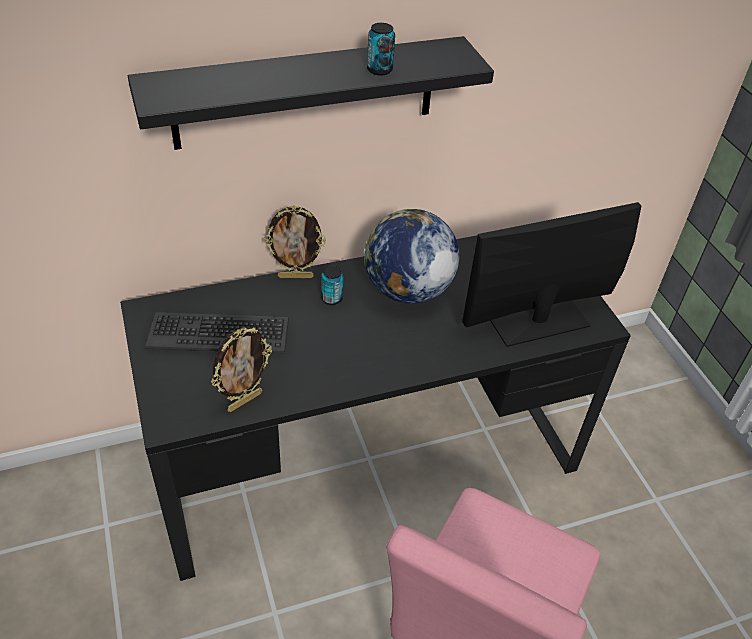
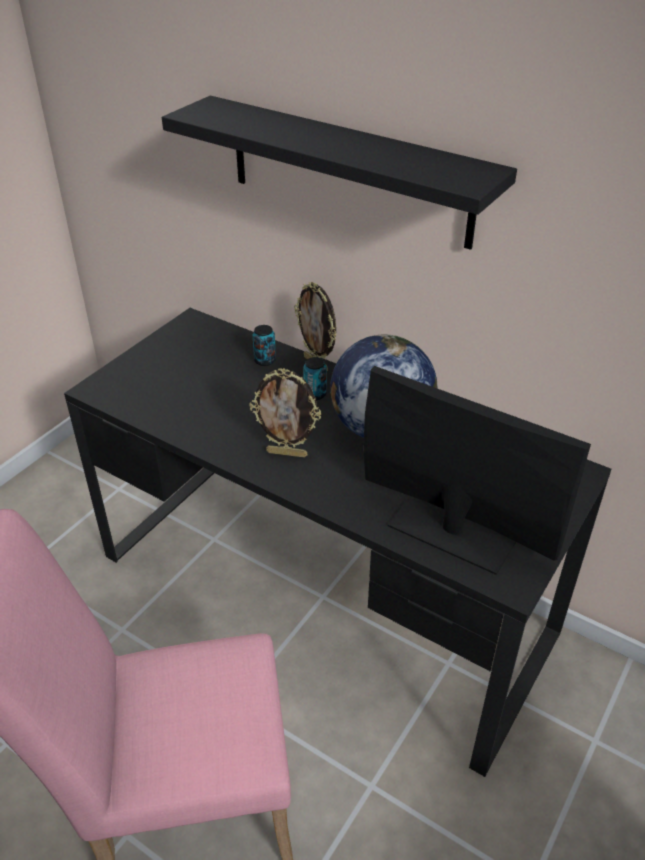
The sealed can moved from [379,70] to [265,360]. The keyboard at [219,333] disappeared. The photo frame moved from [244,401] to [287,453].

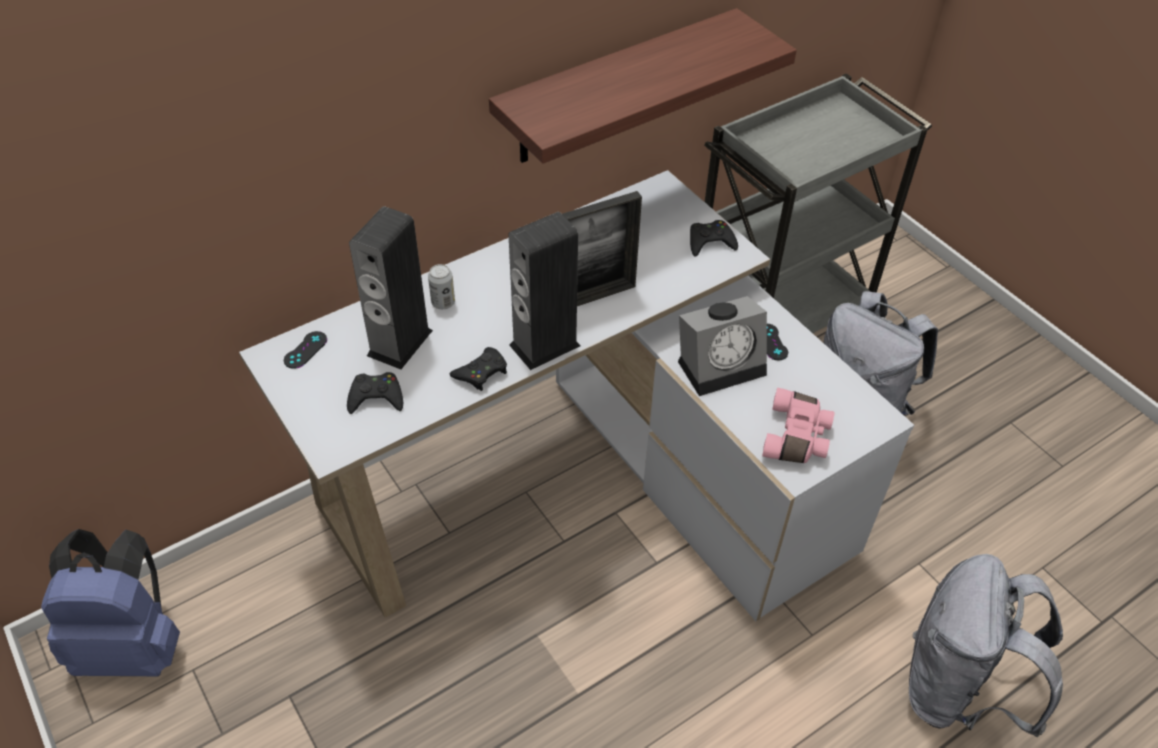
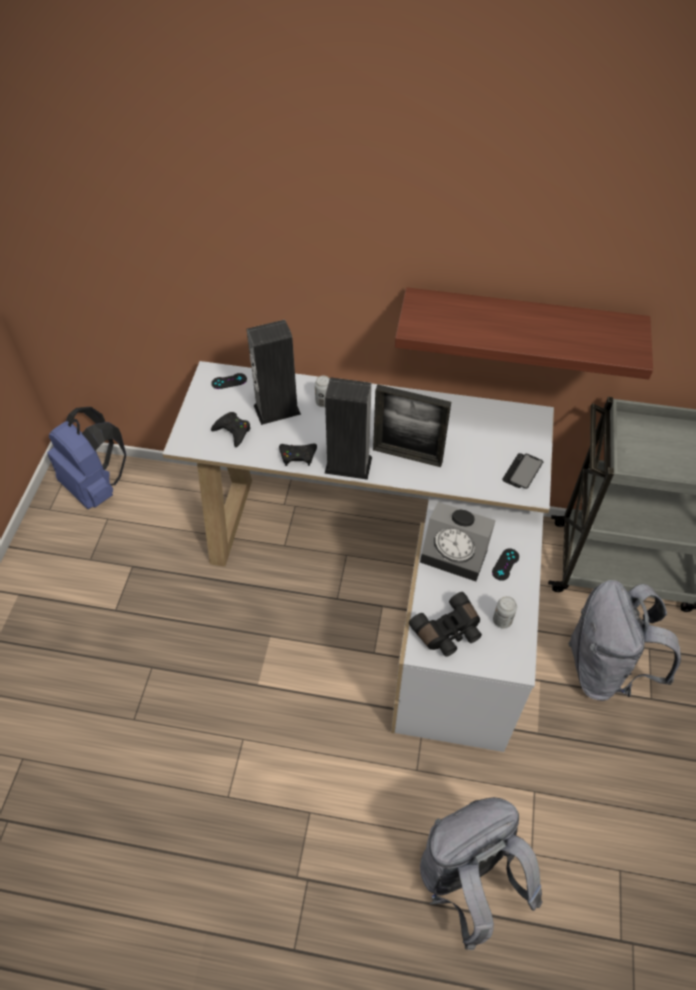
The black-coloured gamepad at [710,242] was replaced by the phone at [522,472]. The pink-coloured pair of binoculars at [797,437] became the black-coloured pair of binoculars at [448,632]. The sealed can at [502,620] appeared.

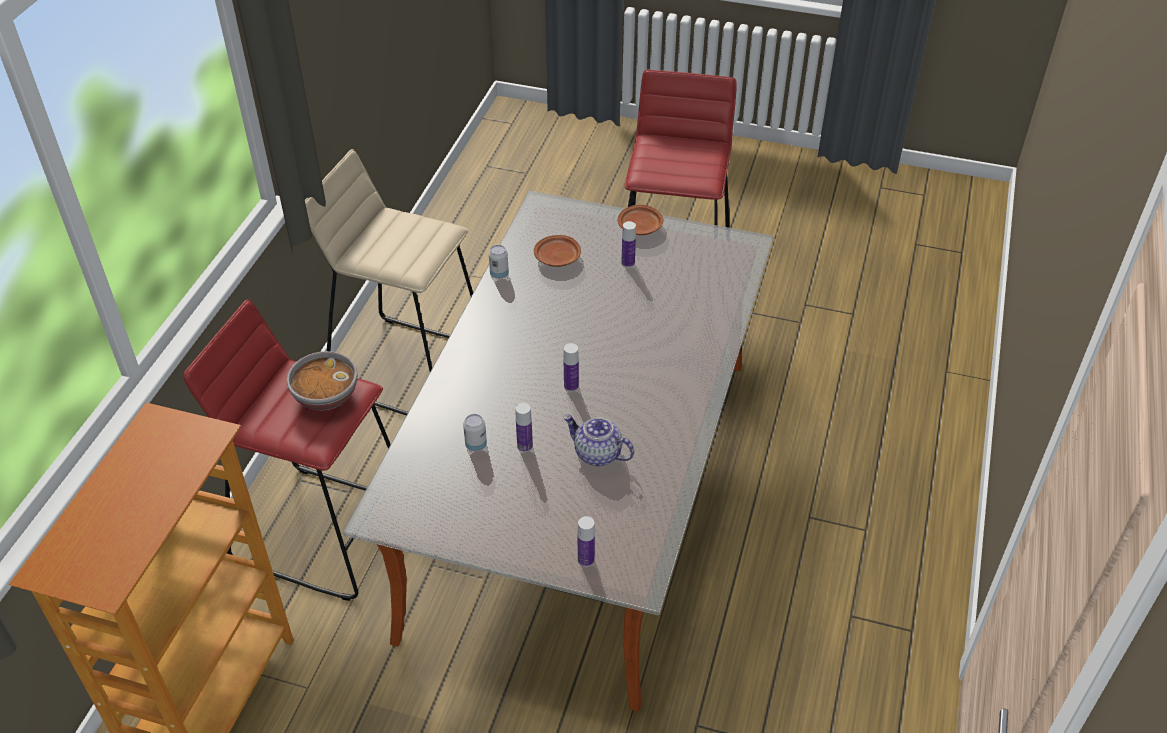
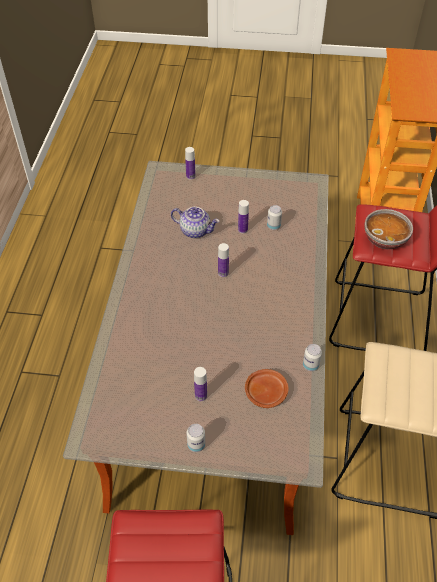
The brownish plate at [640,227] was replaced by the sealed can at [196,445].

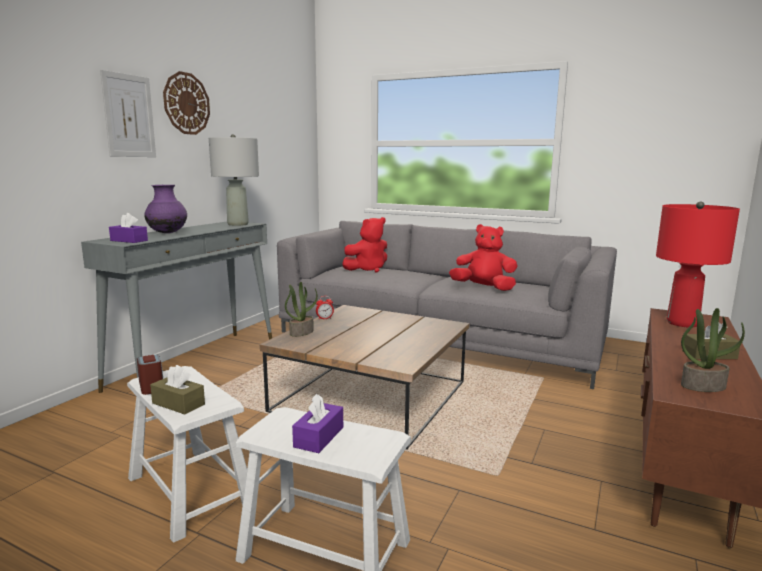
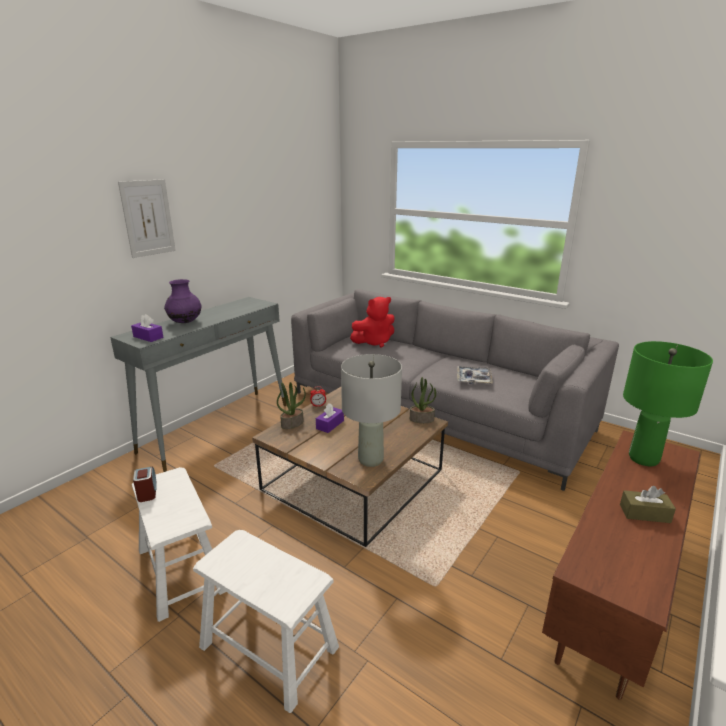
The hanging clock at [186,103] disappeared. The grey table lamp moved from [237,224] to [370,459]. The reddish table lamp at [683,323] became the green table lamp at [644,458]. The reddish plush toy at [484,288] was replaced by the serving tray at [474,379]. The houseplant moved from [703,386] to [422,419]. The brownish tissue holder at [178,404] disappeared. The purple-coloured tissue holder moved from [319,437] to [330,425].

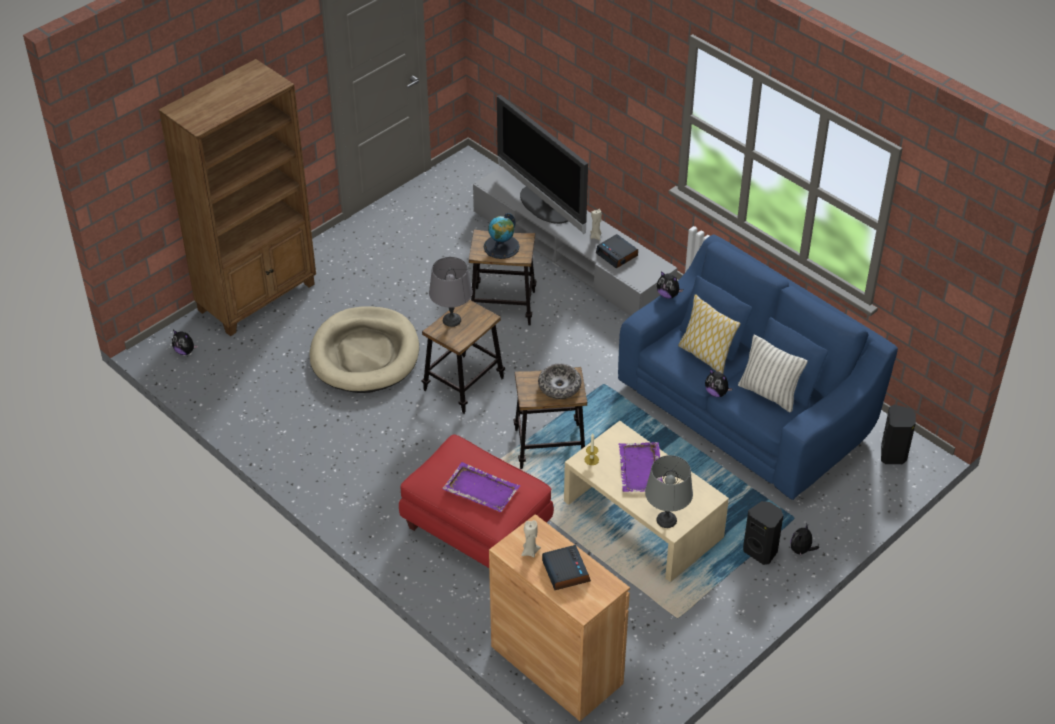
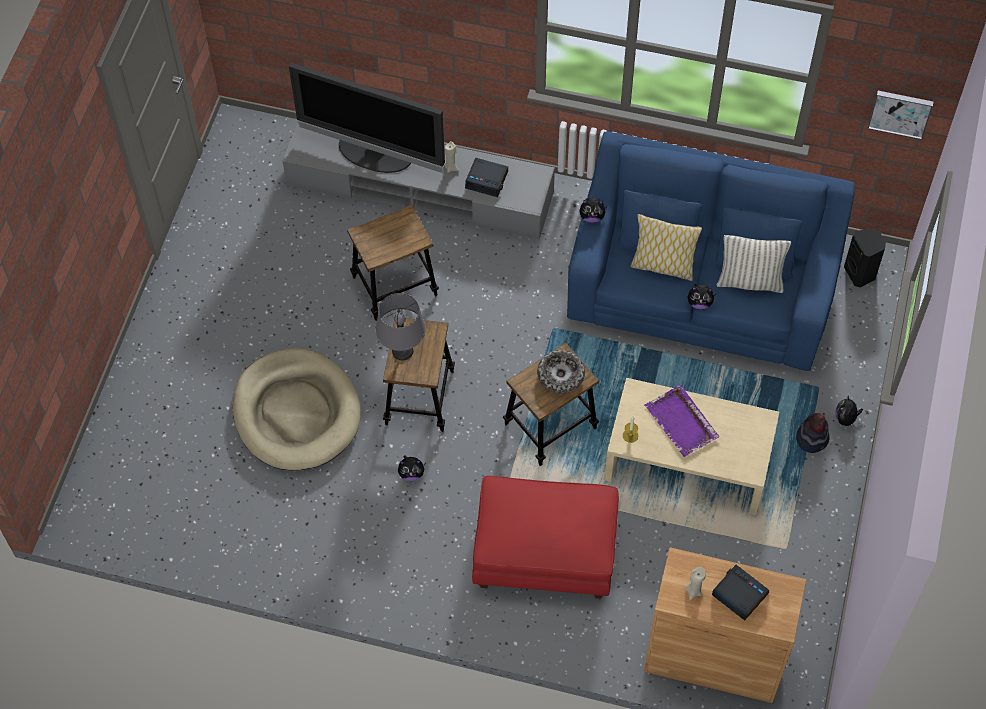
The brownish bookcase at [258,297] disappeared. The desk globe at [501,247] disappeared. The plush toy moved from [185,351] to [411,473]. The grey table lamp at [666,520] disappeared. The purple-coloured serving tray at [480,489] disappeared. The black-coloured loudspeaker at [761,551] was replaced by the hat at [812,438]. The wall picture at [900,113] appeared.

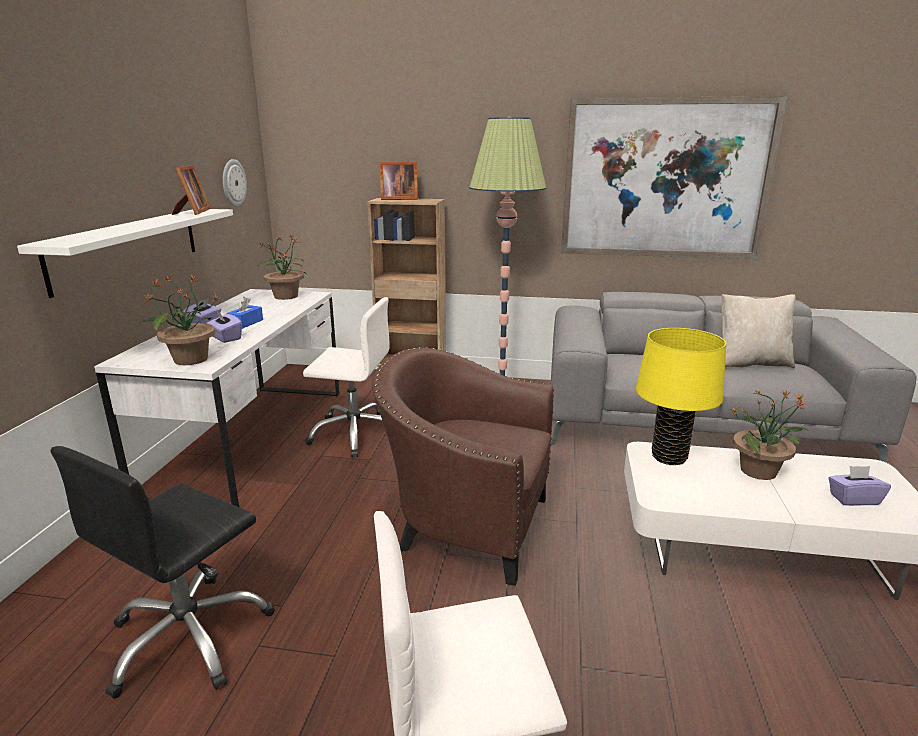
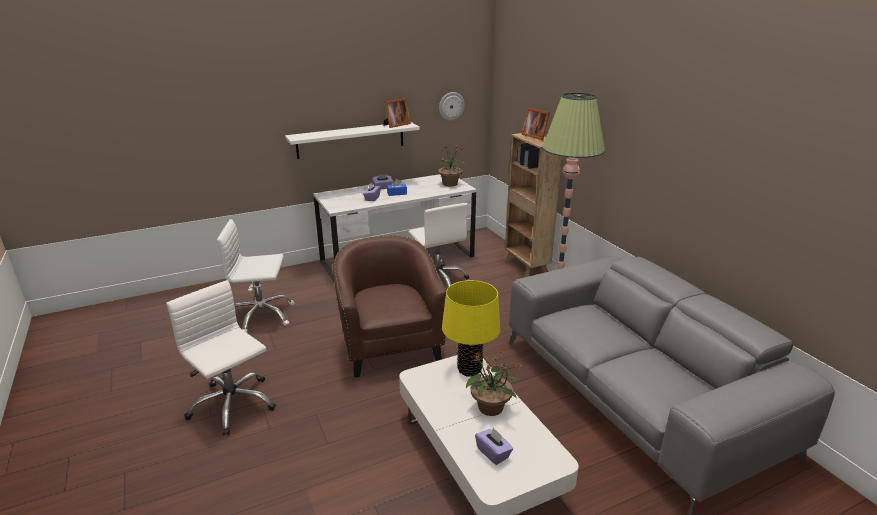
The wall picture at [664,179] disappeared. The houseplant at [189,359] disappeared. The sand-coloured cushion at [750,363] disappeared. The black-coloured office chair at [189,637] became the whitish office chair at [261,315].

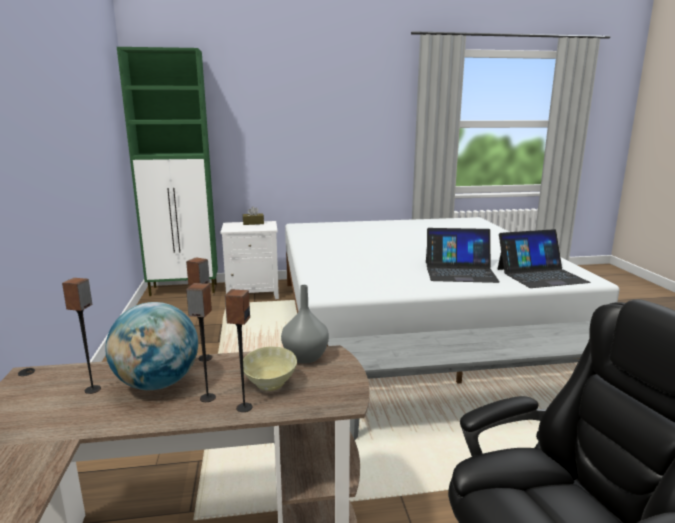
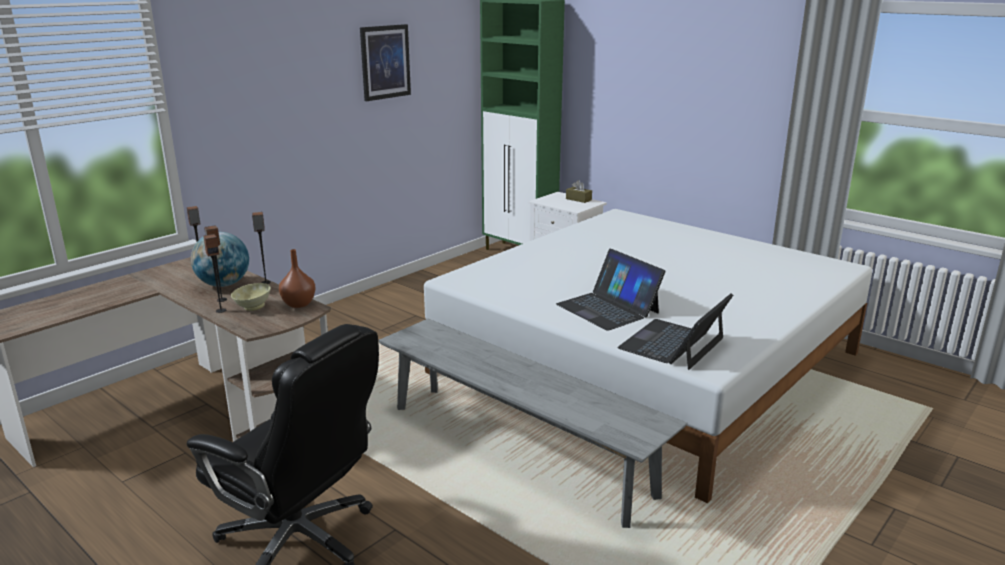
The portable computer at [541,275] turned 90 degrees clockwise. The grey decorative vase at [306,357] became the brownish decorative vase at [299,304]. The wall picture at [385,62] appeared.

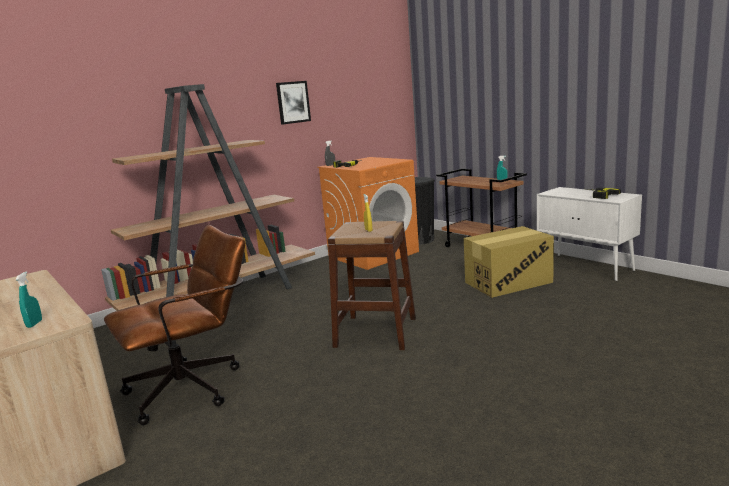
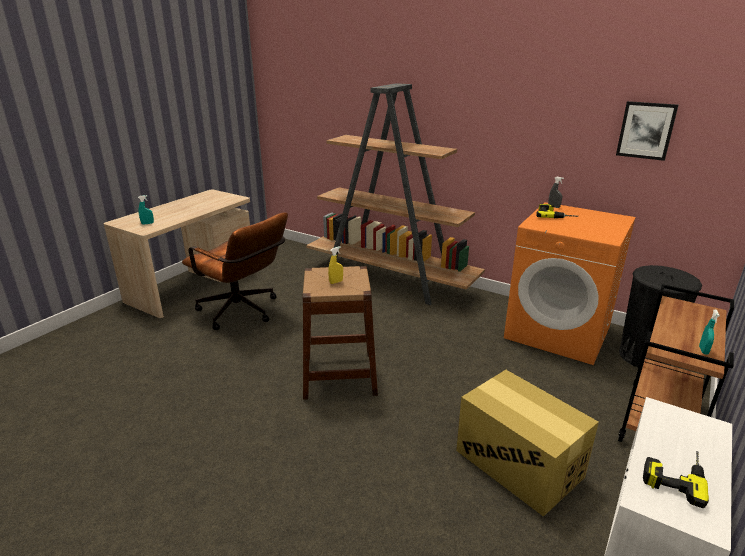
The wall picture moved from [293,102] to [646,130].

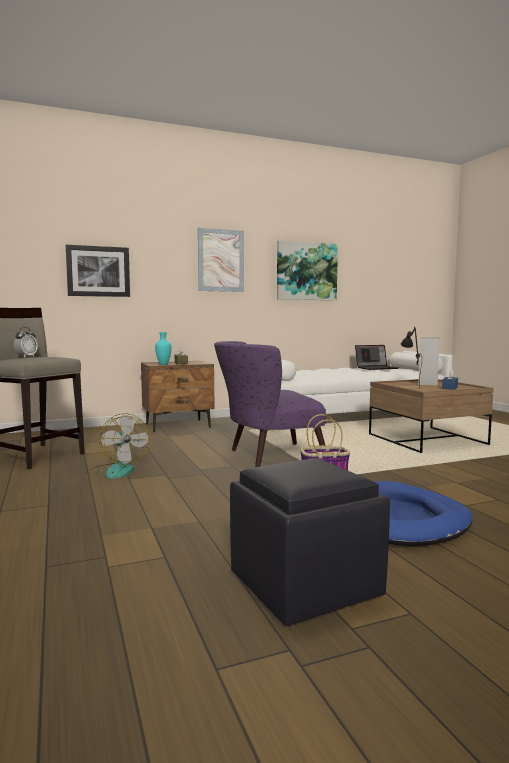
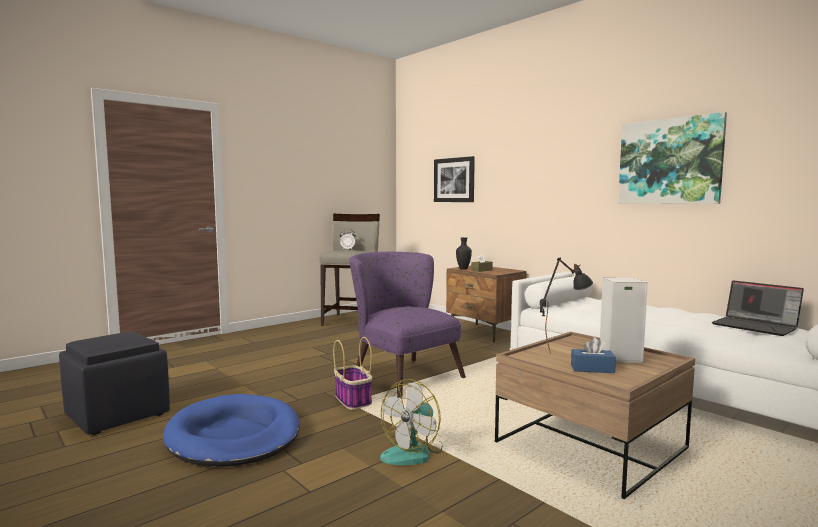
The wall picture at [221,260] disappeared. The blue-green decorative vase at [163,364] became the black-coloured decorative vase at [463,269]. The electric fan moved from [116,470] to [413,452].

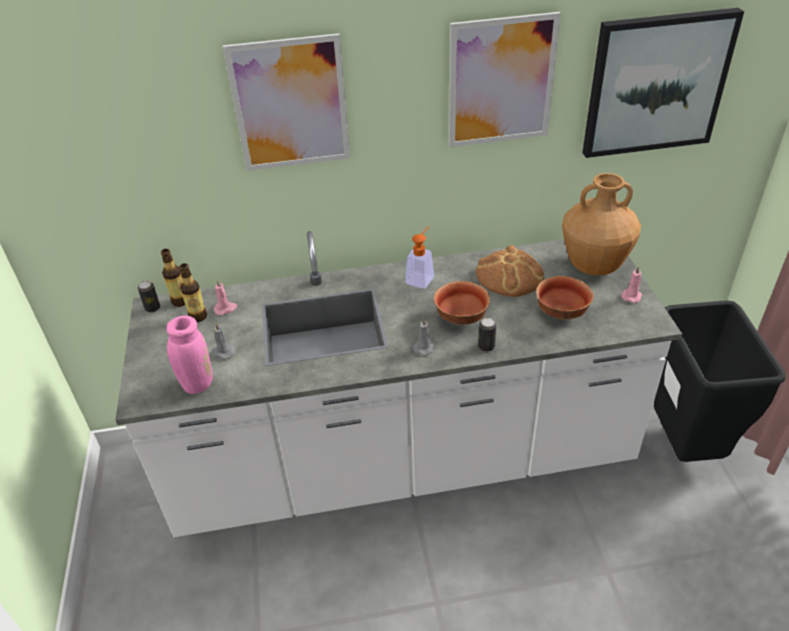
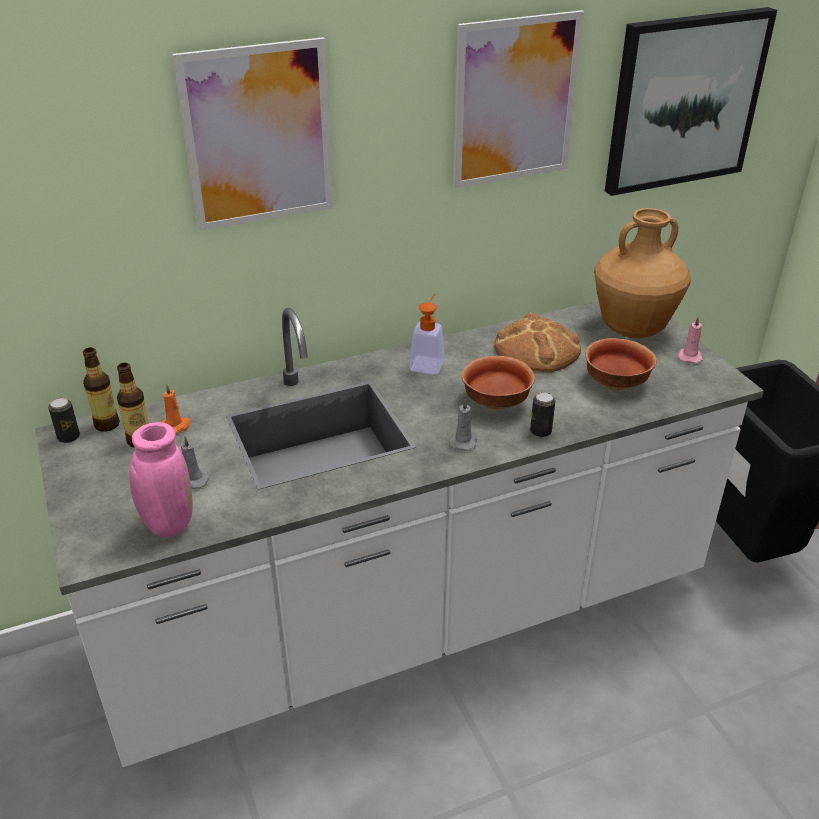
The pink-coloured candle at [225,309] became the orange-coloured candle at [176,426].

